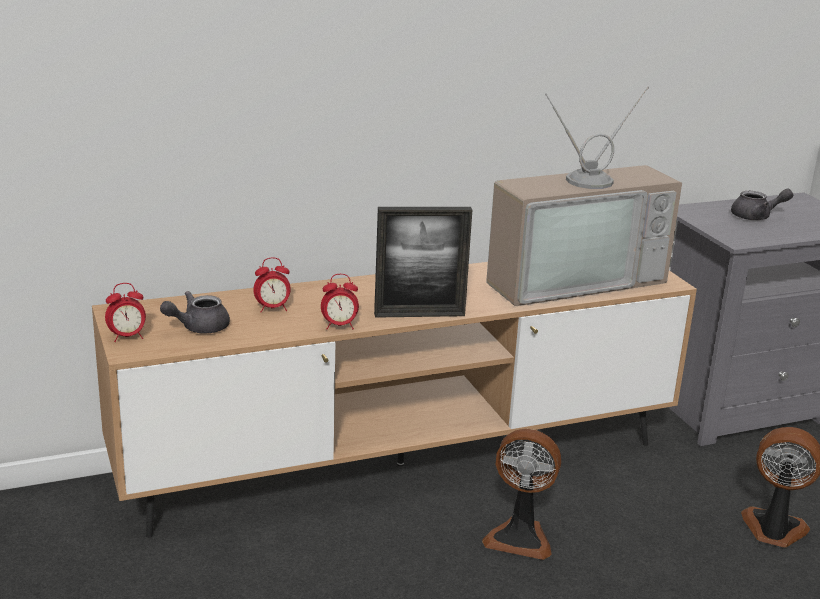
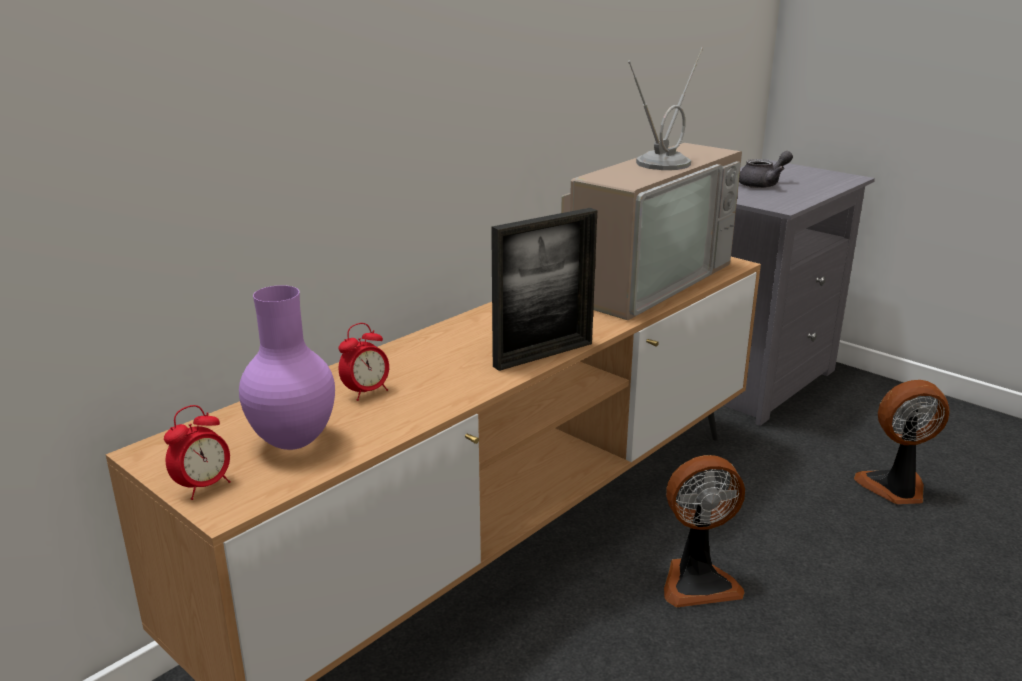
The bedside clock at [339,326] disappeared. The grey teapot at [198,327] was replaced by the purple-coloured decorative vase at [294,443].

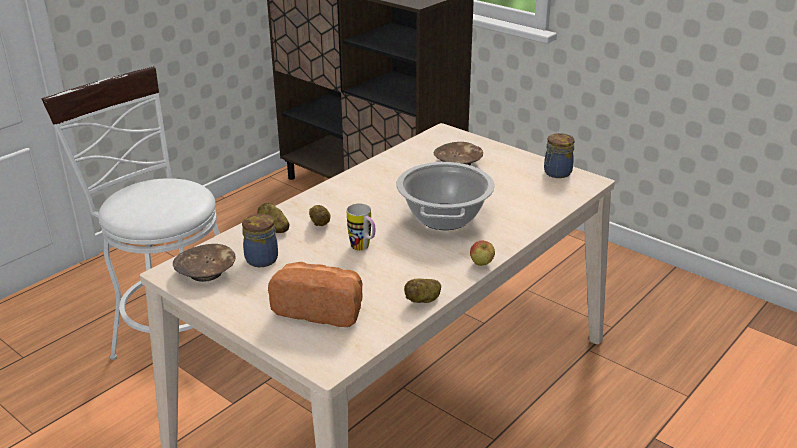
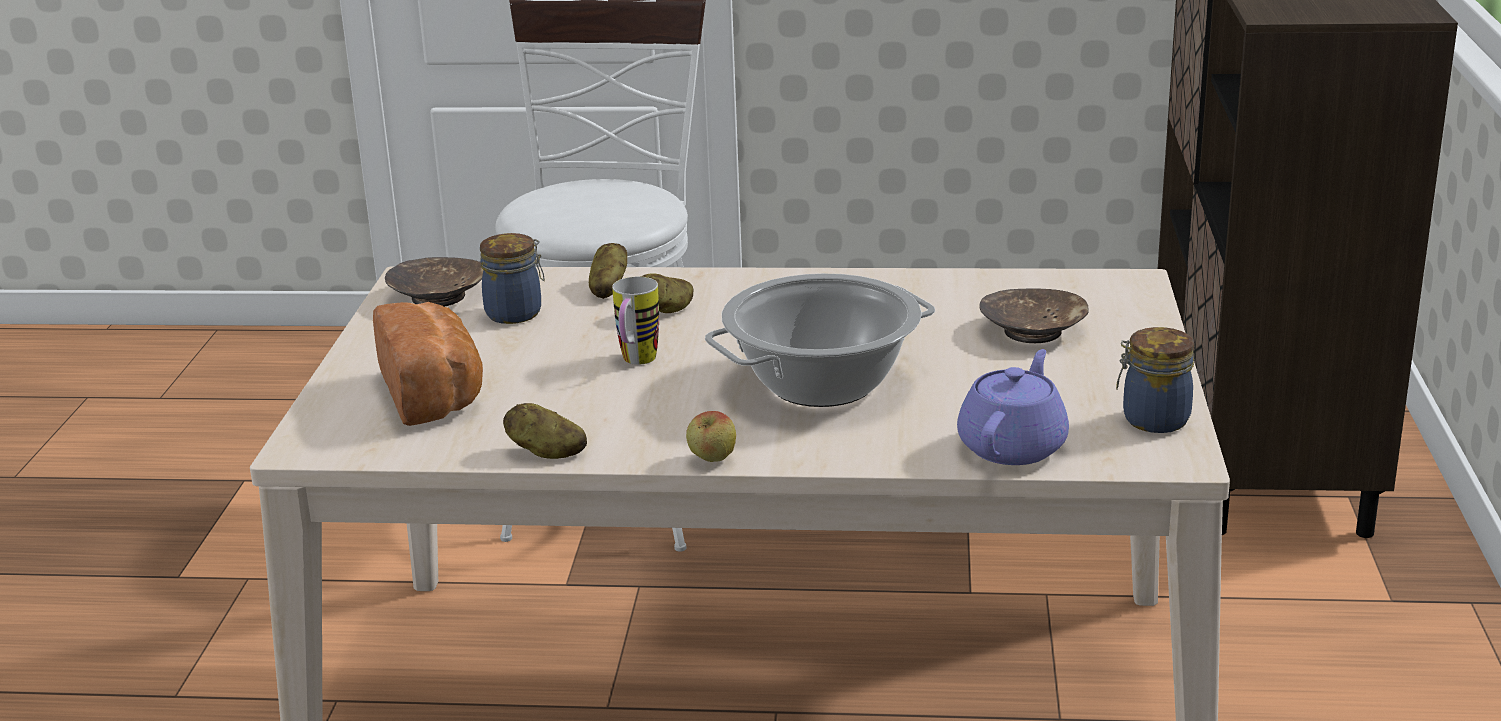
The purple-coloured teapot at [1013,446] appeared.

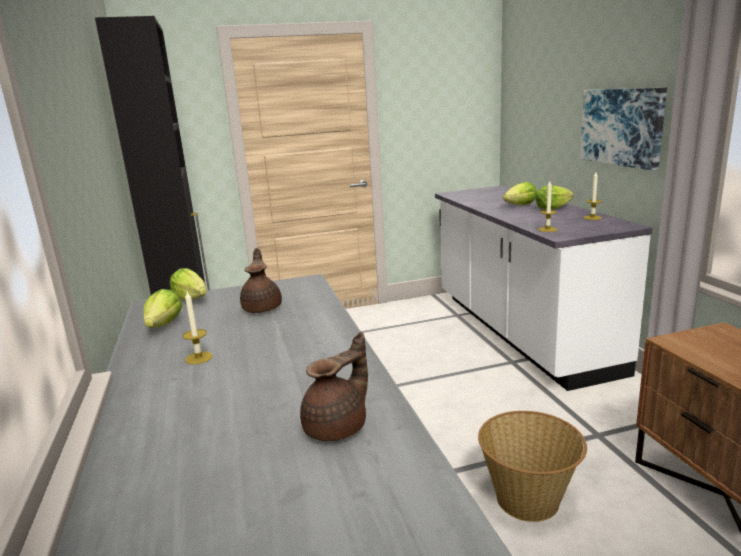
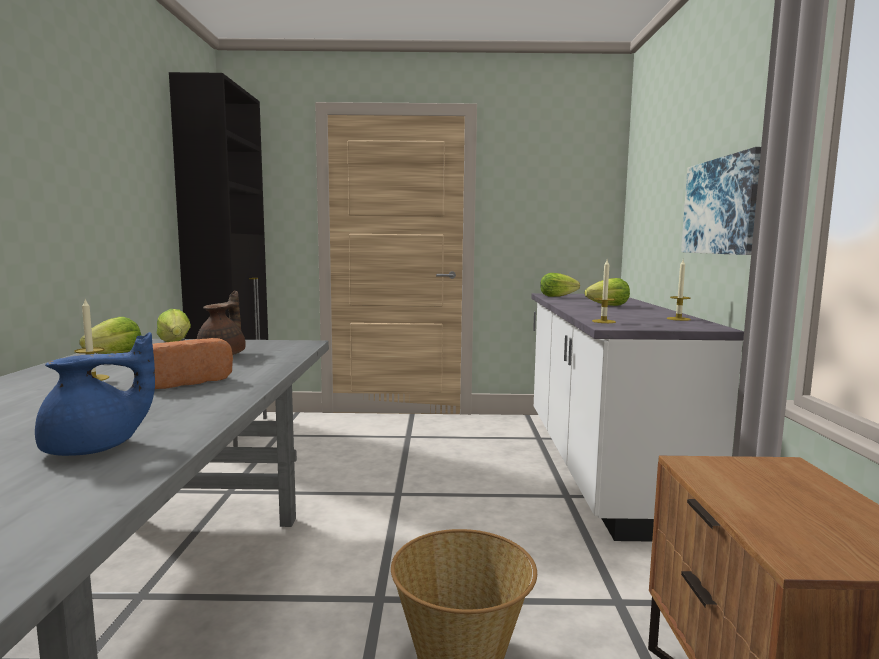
The lettuce head moved from [552,208] to [557,296]. The brownish teapot at [338,427] became the blue teapot at [95,448]. The baked bread at [185,381] appeared.

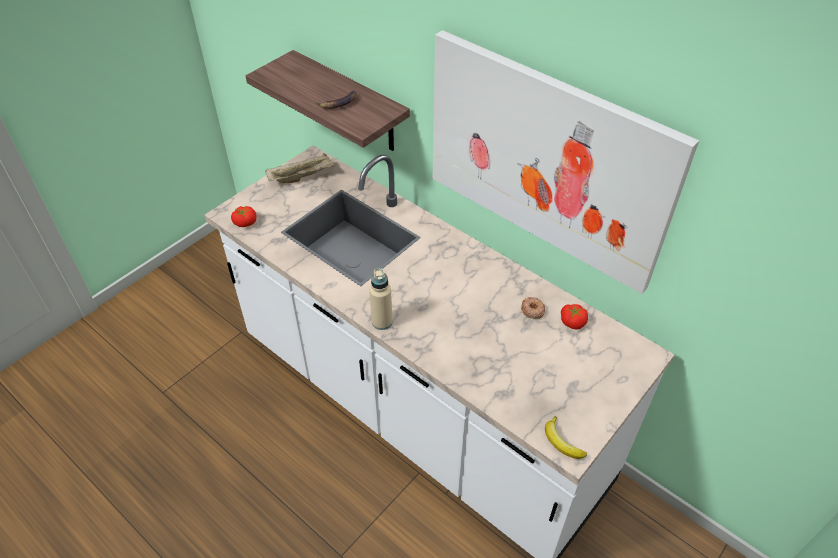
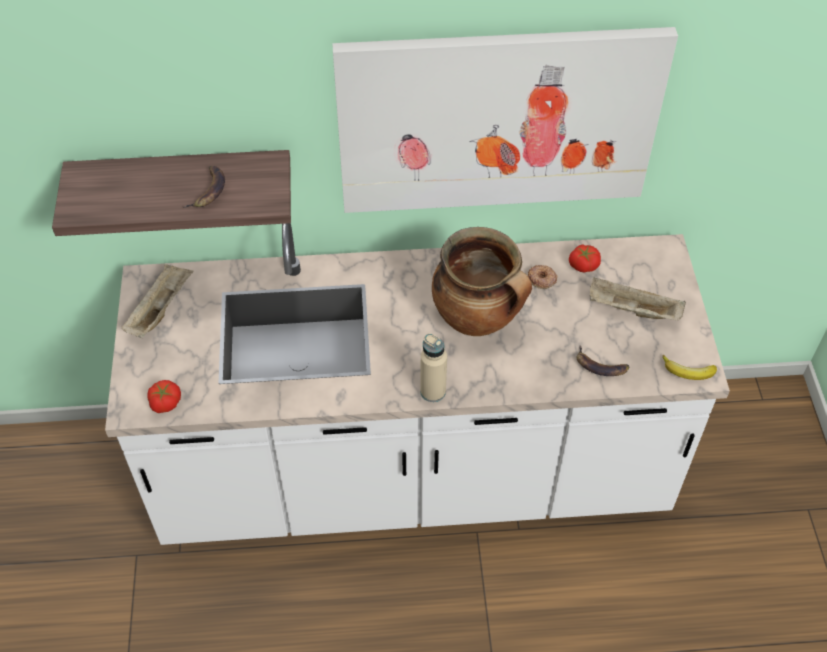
The cooking pot at [478,320] appeared. The sand-coloured serving tray at [632,310] appeared. The banana at [600,366] appeared.

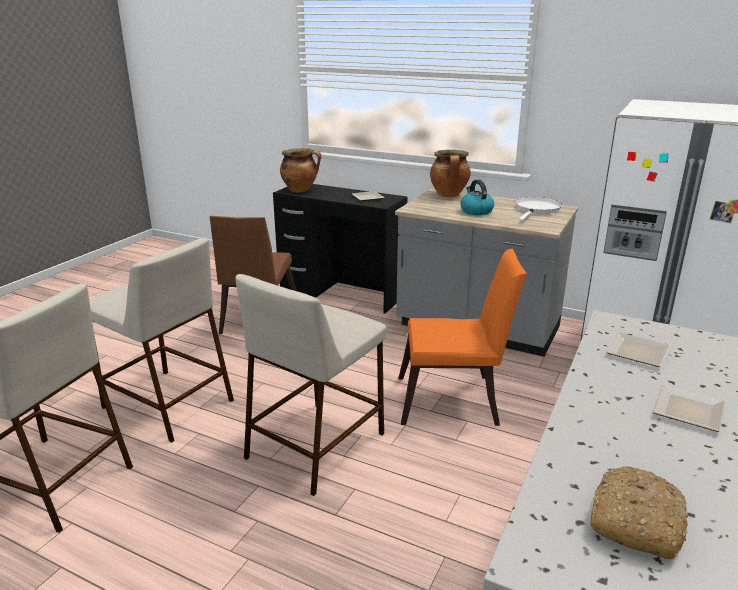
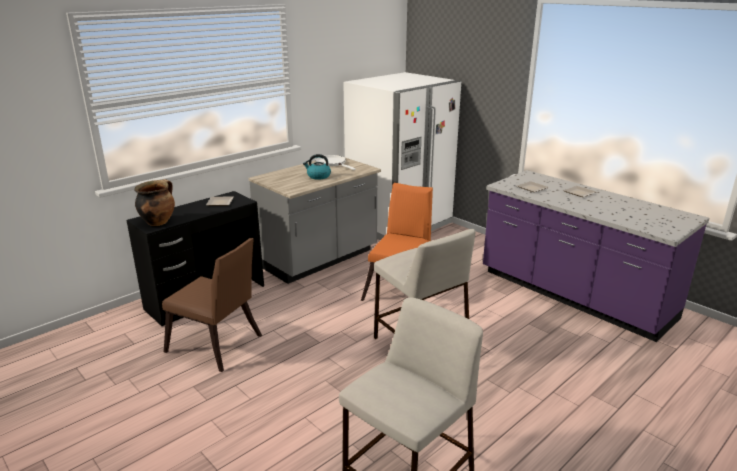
The cooking pot at [449,195] disappeared. The sand-coloured stool at [166,403] disappeared. The baked bread at [634,520] disappeared.

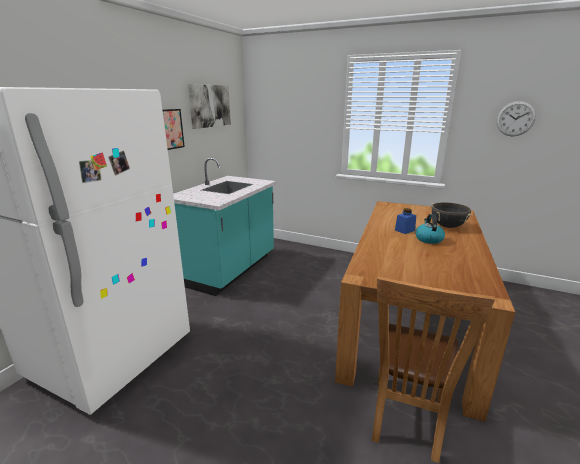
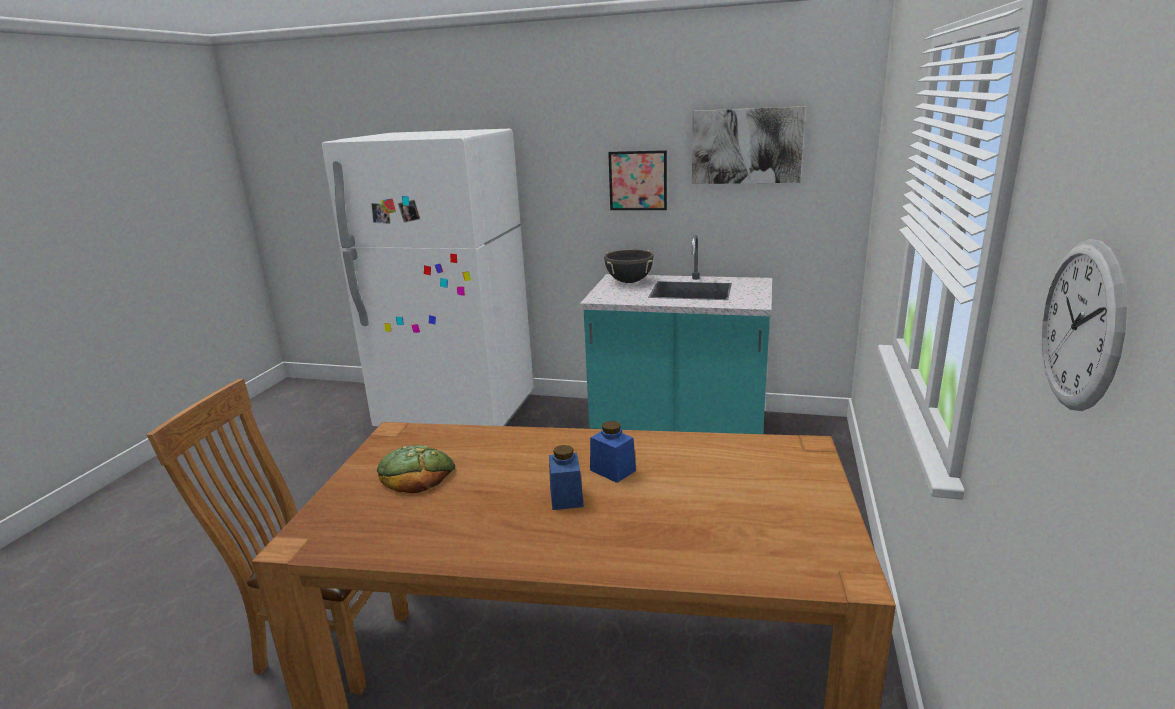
The black-coloured cooking pot moved from [447,226] to [629,282]. The tea kettle at [428,239] was replaced by the blue preserve jar at [566,497]. The baked bread at [416,474] appeared.

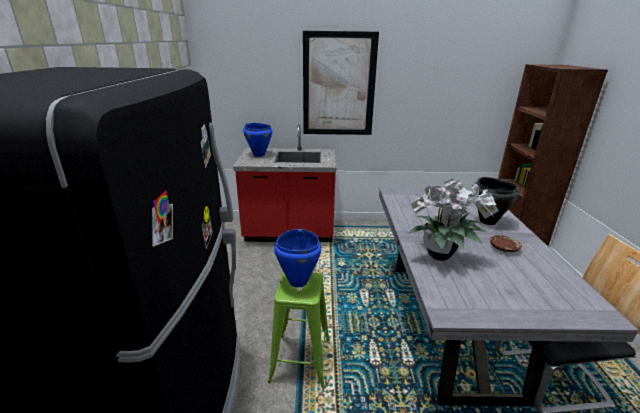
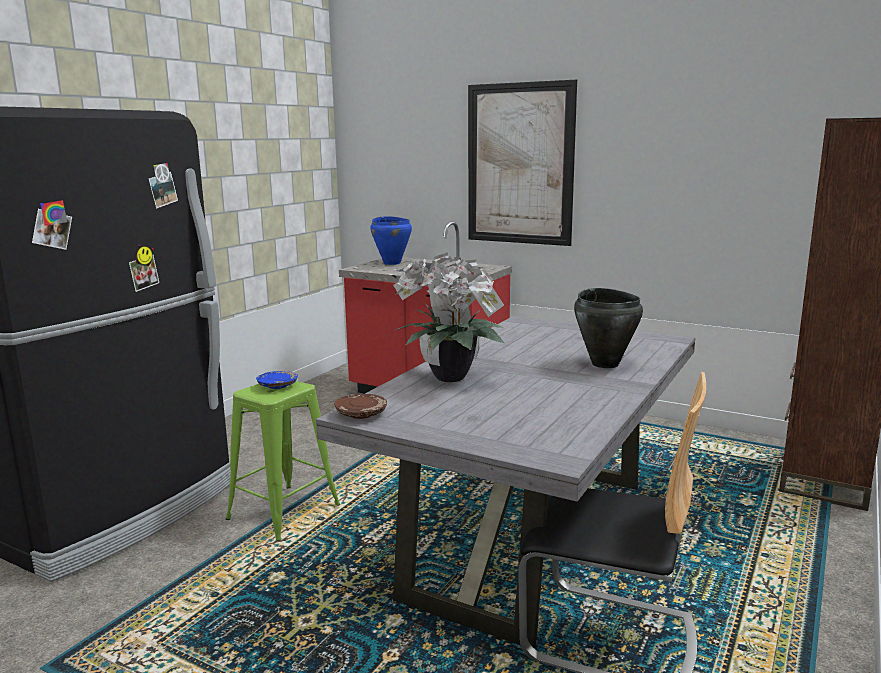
The blue cooking pot at [298,282] was replaced by the blue plate at [277,386]. The brownish plate moved from [503,248] to [361,414].

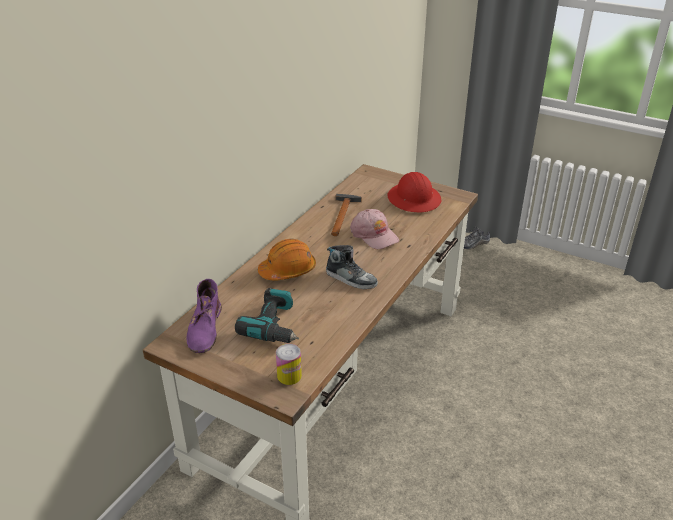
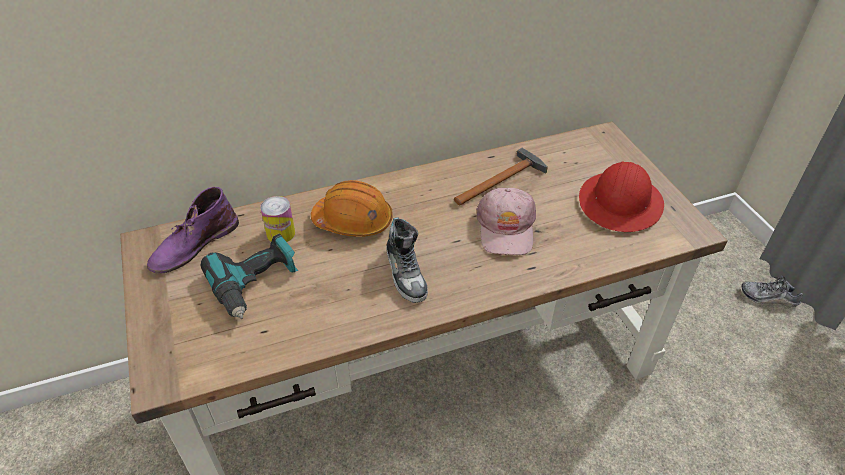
The sealed can moved from [289,376] to [281,233].

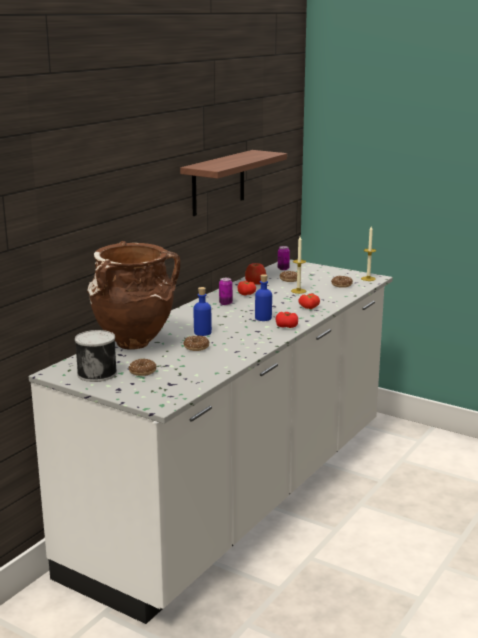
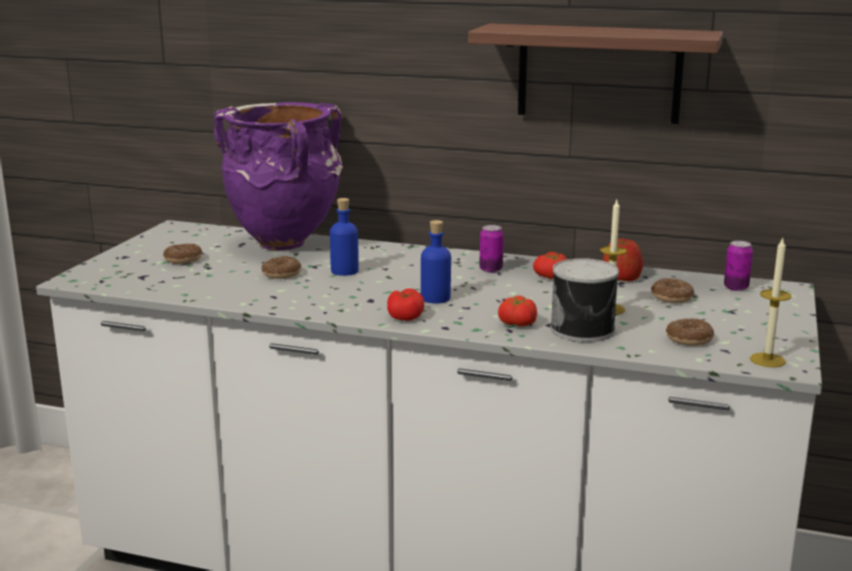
The brownish decorative vase at [134,343] became the purple-coloured decorative vase at [286,244]. The sealed can moved from [97,373] to [584,329].

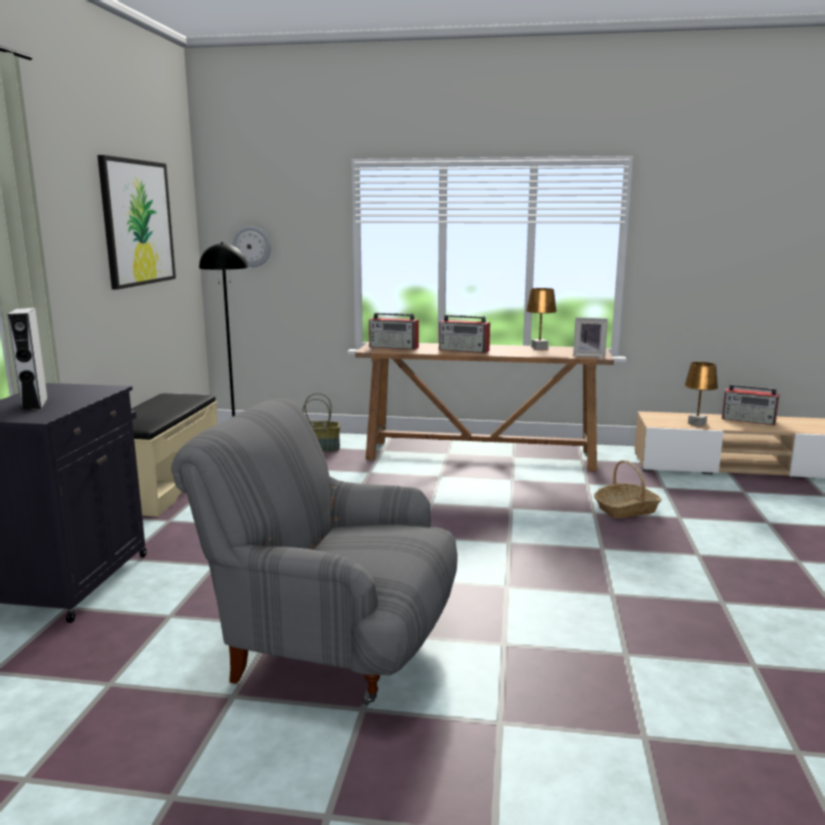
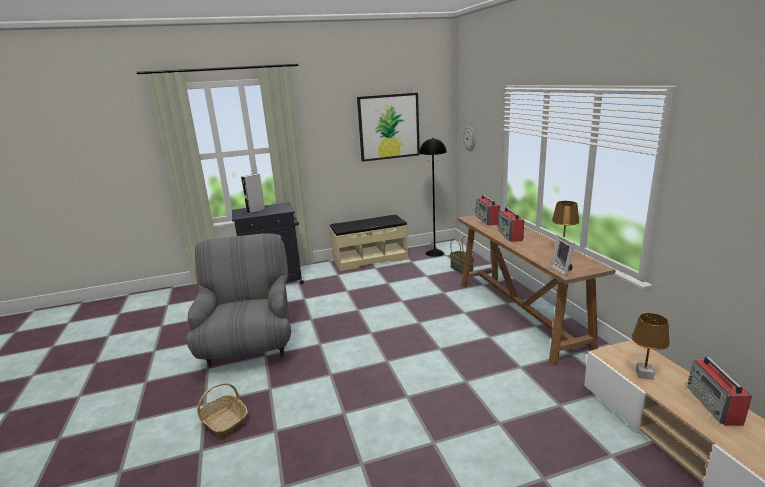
The household basket moved from [626,510] to [224,422].

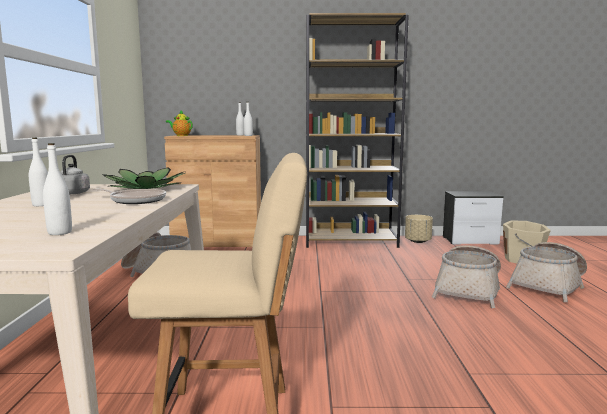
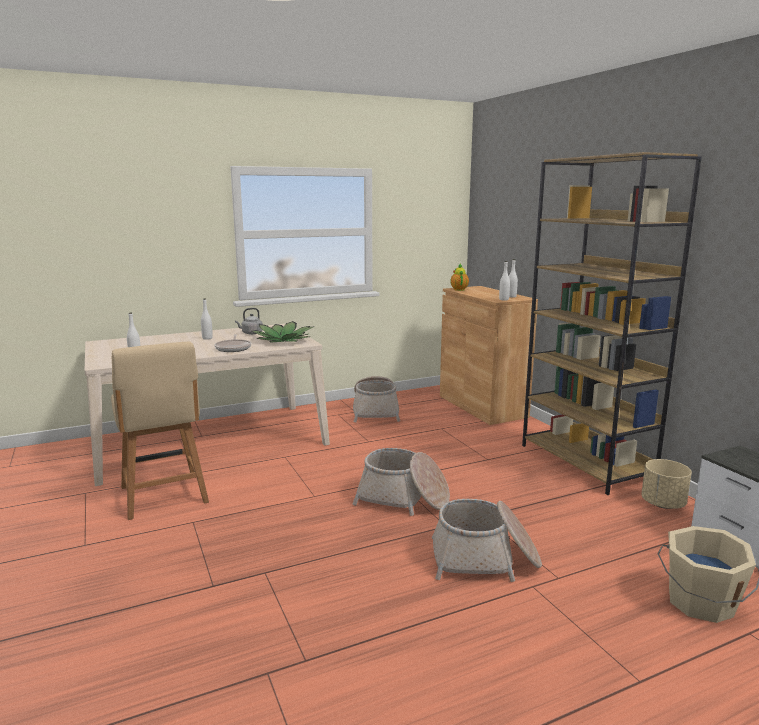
The household basket moved from [548,286] to [403,498].

